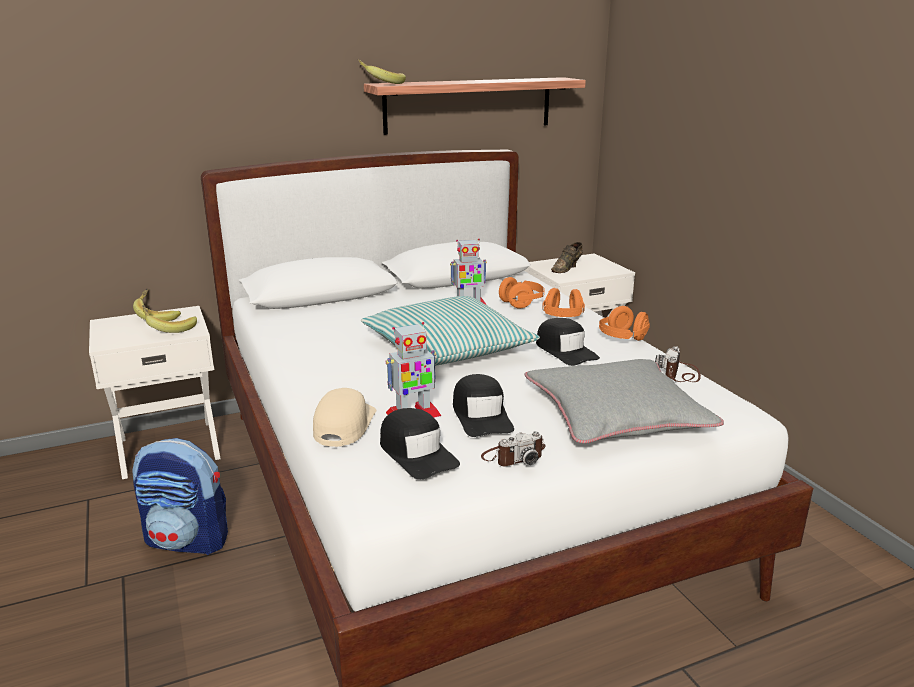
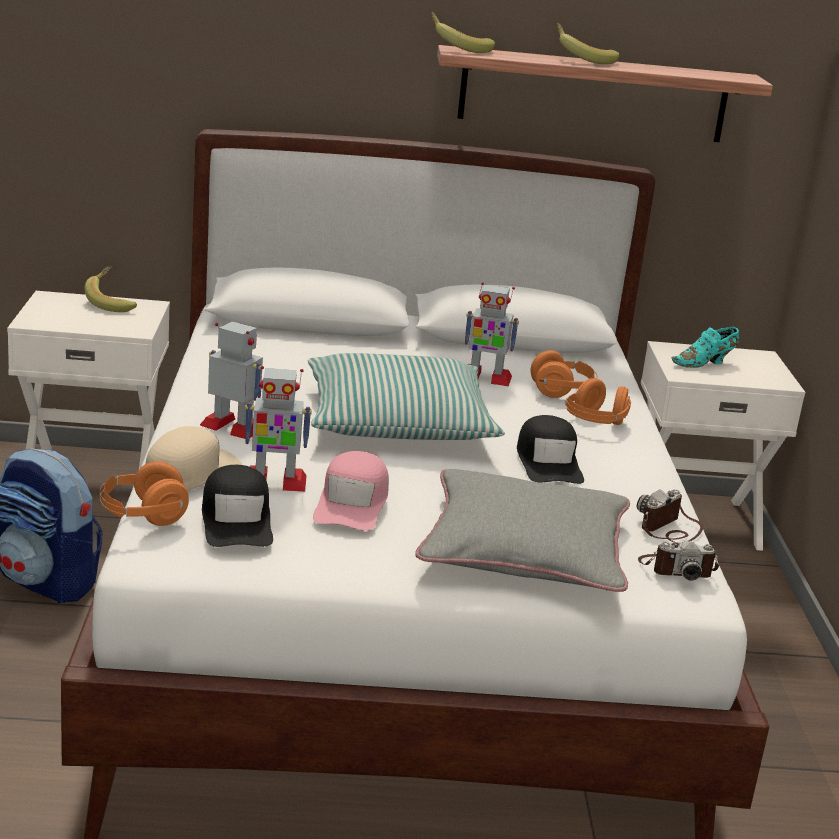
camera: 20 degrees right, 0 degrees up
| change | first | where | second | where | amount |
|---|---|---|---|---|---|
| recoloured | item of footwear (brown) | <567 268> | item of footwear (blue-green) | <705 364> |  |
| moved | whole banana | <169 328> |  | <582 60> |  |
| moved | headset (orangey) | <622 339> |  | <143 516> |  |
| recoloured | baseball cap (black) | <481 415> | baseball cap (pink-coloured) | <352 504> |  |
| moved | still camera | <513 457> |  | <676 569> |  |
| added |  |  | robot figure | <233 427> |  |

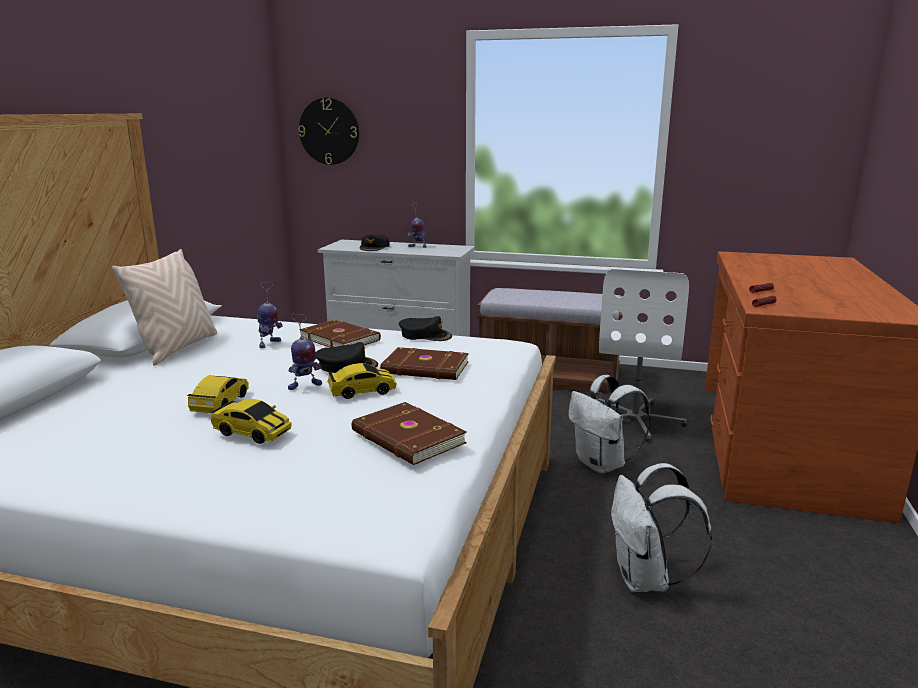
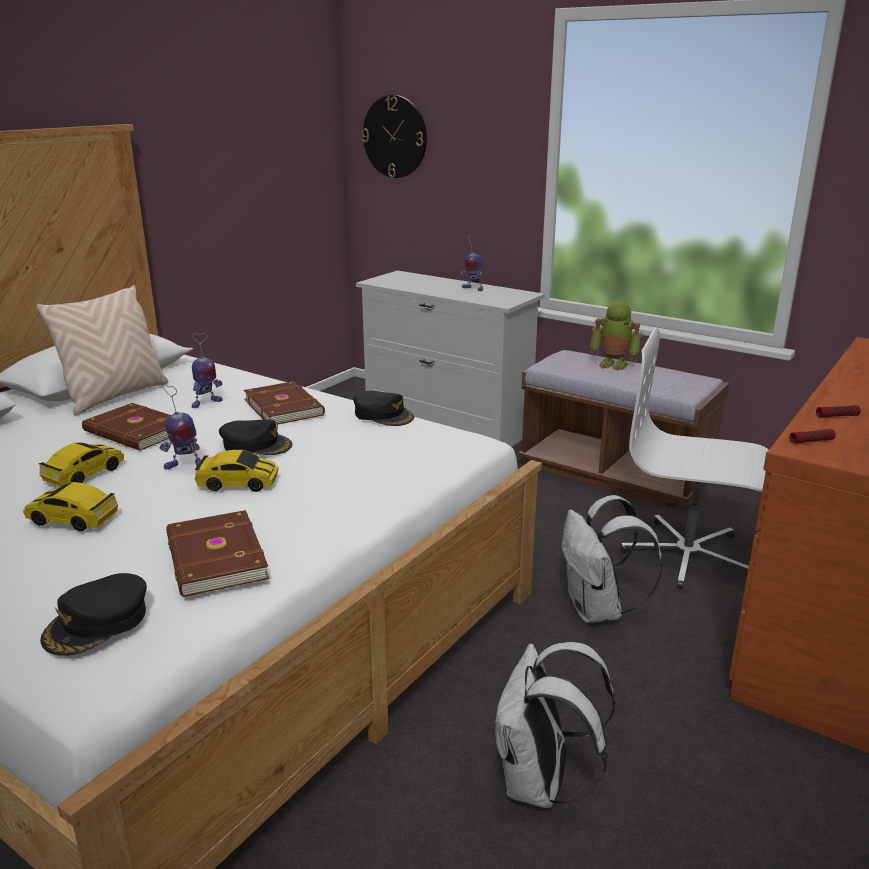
camera: 20 degrees right, 5 degrees up
| change | first | where | second | where | amount |
|---|---|---|---|---|---|
| moved | baseball cap (black) | <374 247> |  | <98 623> |  |
| turned | computer chair (white) | <635 420> |  | <687 555> | 75 degrees clockwise |
| moved | book (brown) | <425 368> |  | <135 432> |  |
| turned | miniature car | <252 433> |  | <72 519> | 150 degrees clockwise |
| added |  |  | robot figure | <614 364> |  |

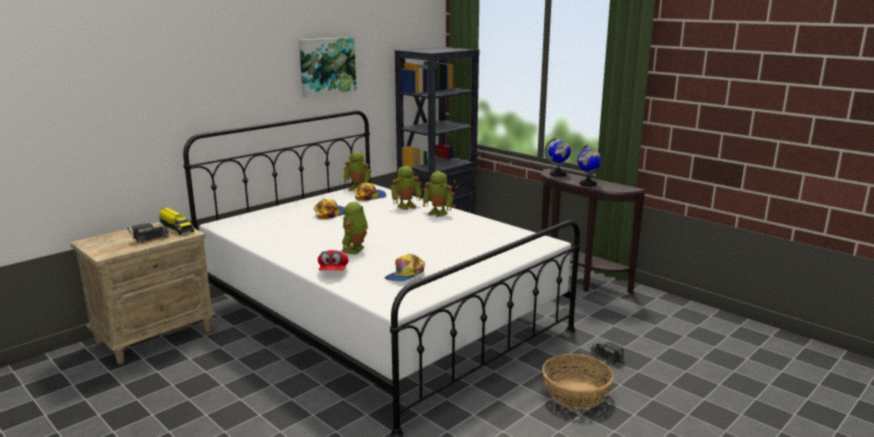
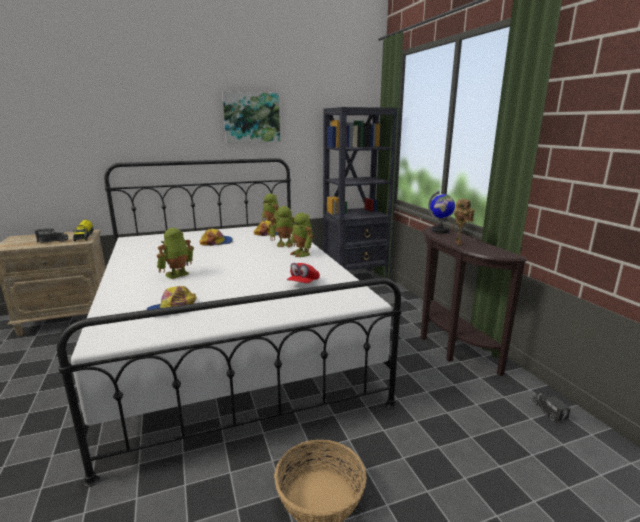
camera: 25 degrees right, 0 degrees up
| change | first | where | second | where | amount |
|---|---|---|---|---|---|
| replaced | world globe | <587 184> | robot figure | <459 243> |  |
| moved | baseball cap (red-coloured) | <333 271> |  | <303 284> |  |
| moved | toy truck | <607 357> |  | <550 413> |  |

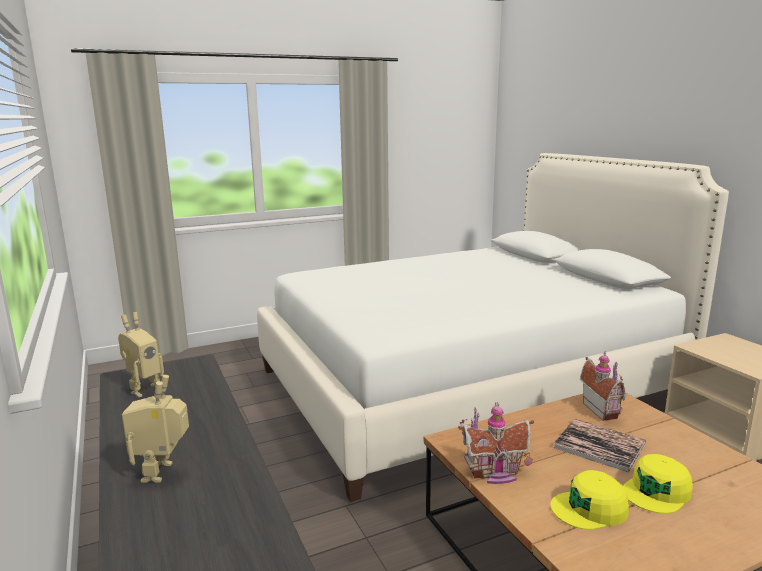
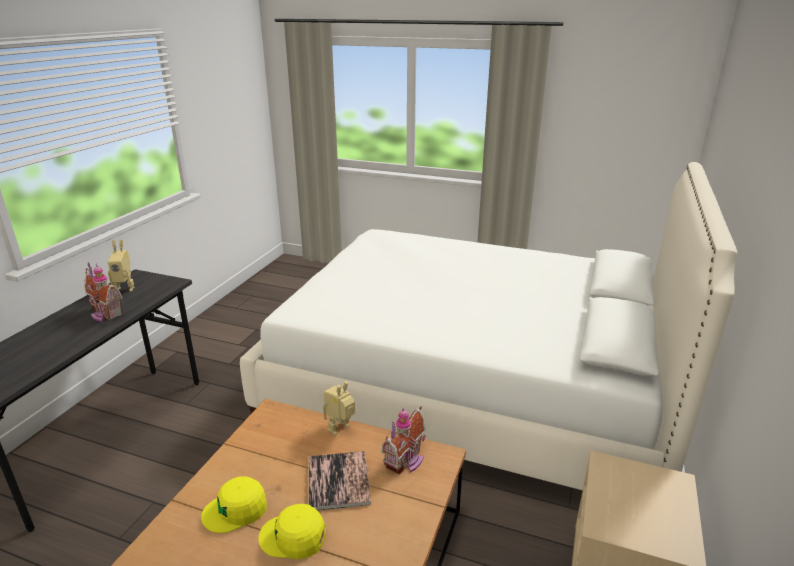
camera: 45 degrees right, 10 degrees up
| change | first | where | second | where | amount |
|---|---|---|---|---|---|
| moved | robot figure | <163 472> |  | <341 430> |  |
| moved | model house | <495 473> |  | <105 314> |  |
| turned | baseball cap (yellowish) | <590 509> |  | <236 510> | 60 degrees counterclockwise |

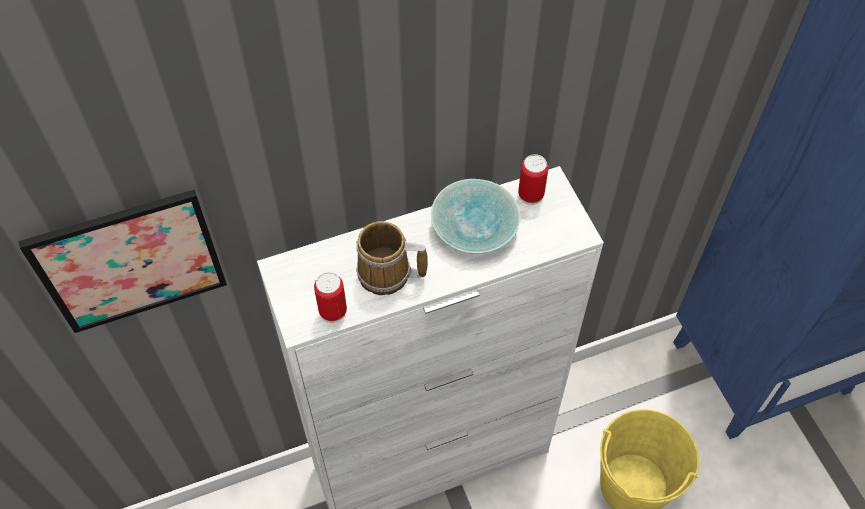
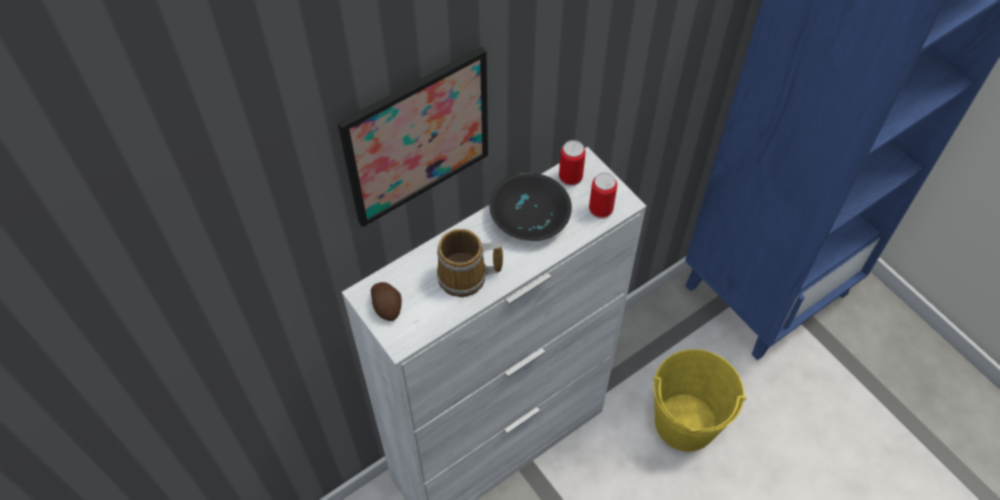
camera: 15 degrees left, 0 degrees up
| change | first | where | second | where | amount |
|---|---|---|---|---|---|
| recoloured | bowl (blue-green) | <476 224> | bowl (black) | <531 214> |  |
| moved | picture | <130 261> |  | <417 138> |  |
| moved | metal can | <333 311> |  | <600 209> |  |
| added |  |  | potato | <387 306> |  |

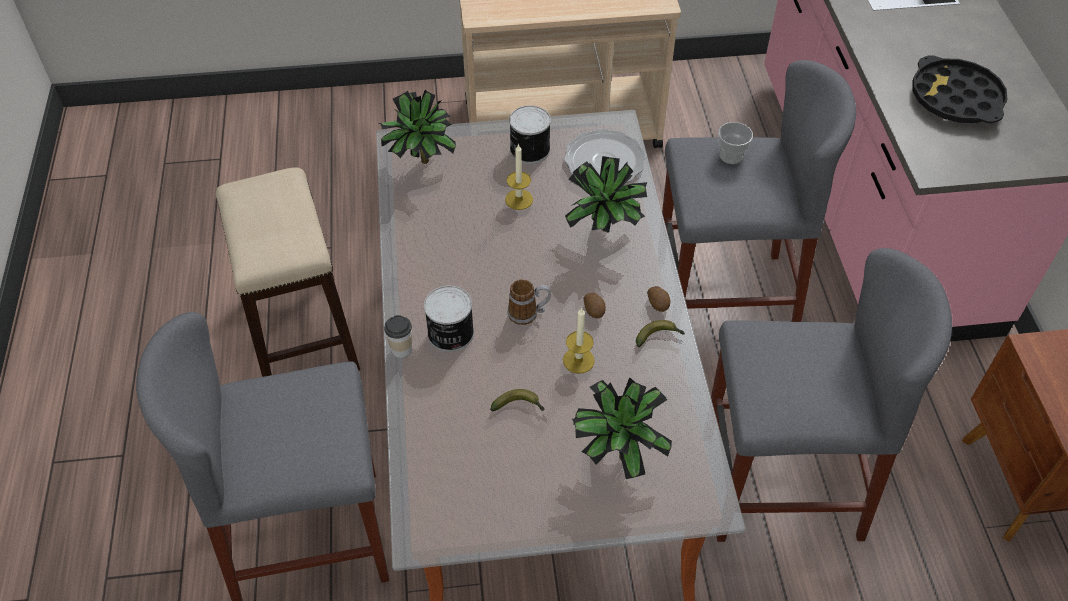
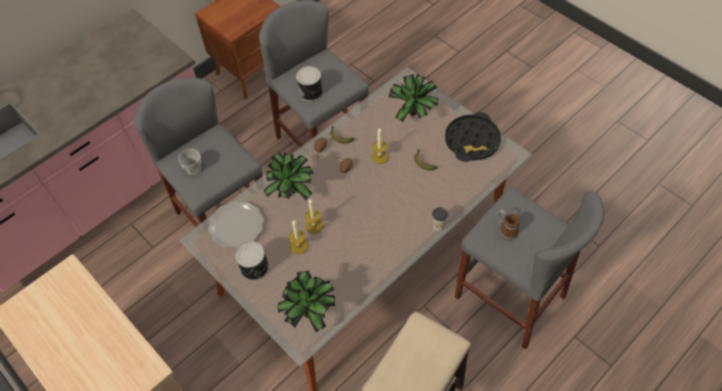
camera: 125 degrees left, 5 degrees up
| change | first | where | second | where | amount |
|---|---|---|---|---|---|
| moved | tray (black) | <955 98> |  | <472 141> |  |
| moved | coffee mug | <529 313> |  | <505 230> |  |
| moved | metal can | <450 334> |  | <311 92> |  |
| added |  |  | wax candle | <314 225> |  |

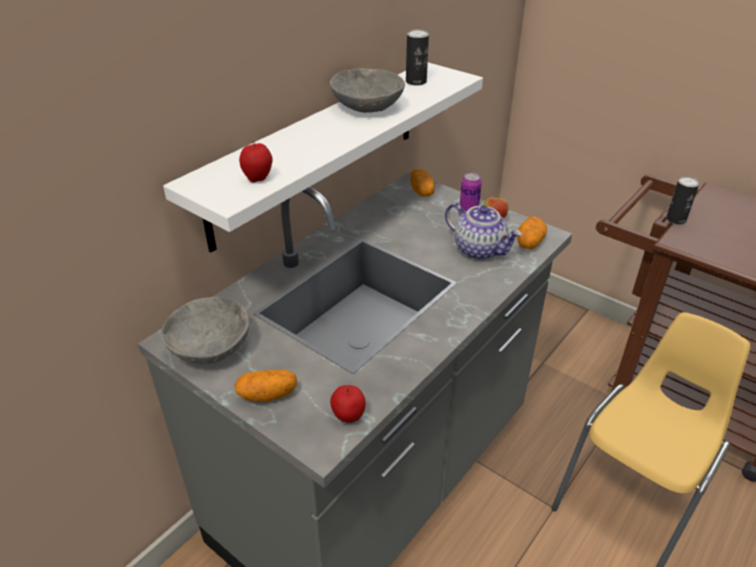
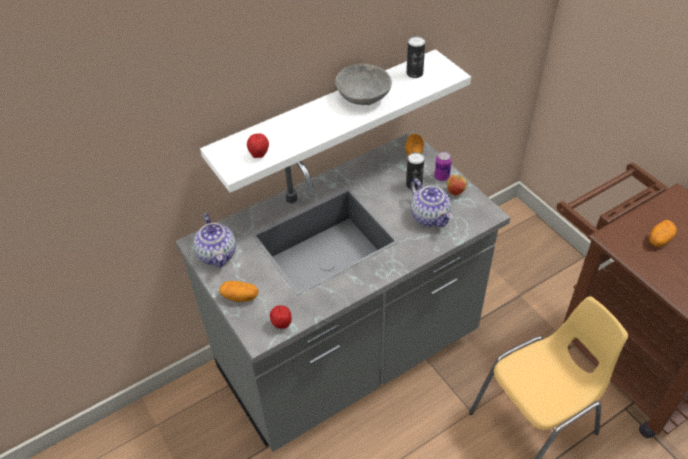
camera: 20 degrees right, 10 degrees up
| change | first | where | second | where | amount |
|---|---|---|---|---|---|
| moved | metal can | <676 219> |  | <414 184> |  |
| moved | potato | <529 242> |  | <659 239> |  |
| replaced | bowl (gray) | <211 347> | teapot | <218 254> |  |

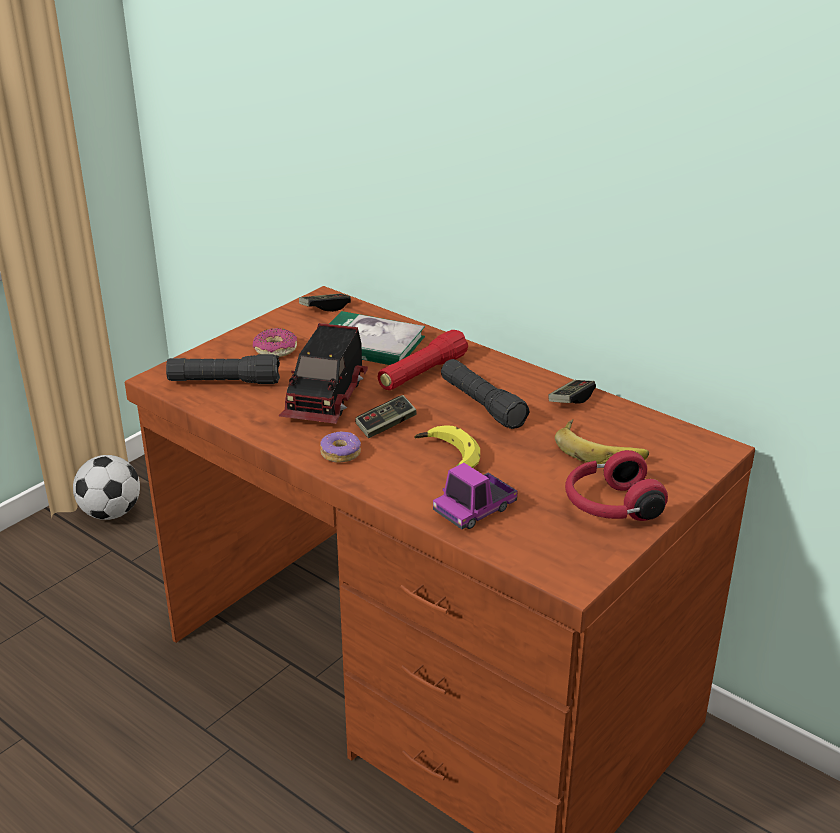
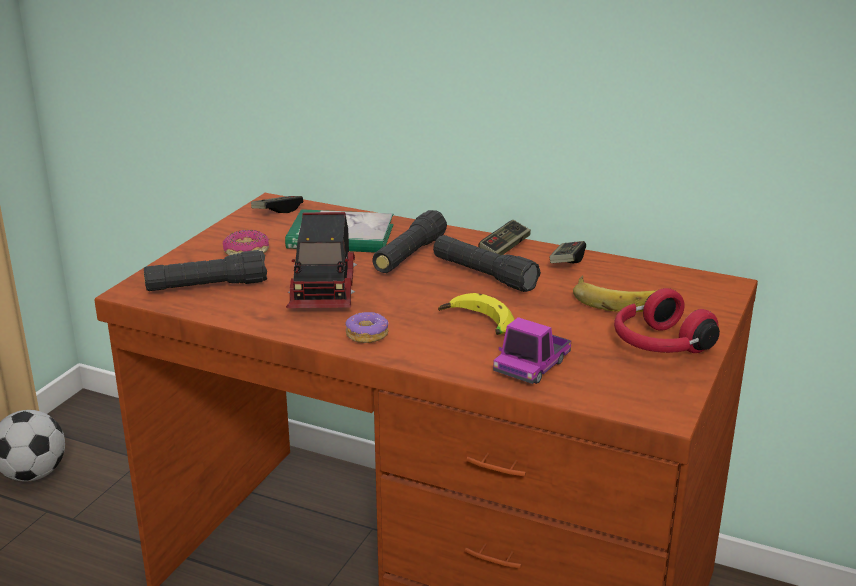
camera: 15 degrees left, 5 degrees down
| change | first | where | second | where | amount |
|---|---|---|---|---|---|
| recoloured | hand torch (red-coloured) | <422 373> | hand torch (black) | <409 255> |  |
| moved | joypad | <386 425> |  | <504 248> |  |

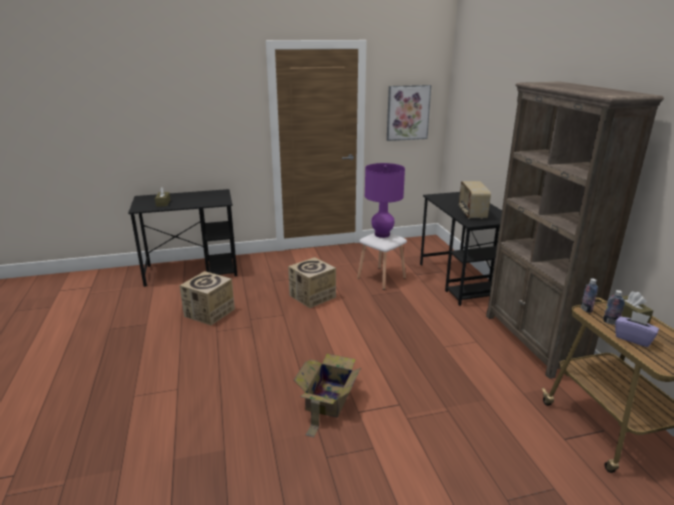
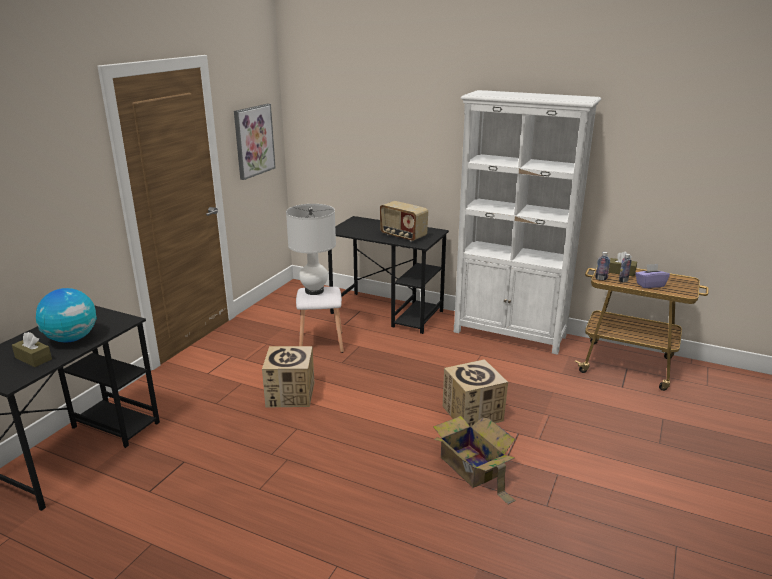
camera: 50 degrees left, 0 degrees up
| change | first | where | second | where | amount |
|---|---|---|---|---|---|
| recoloured | bookshelf (brown) | <533 341> | bookshelf (white) | <510 334> |  |
| recoloured | lamp for a table (purplish) | <382 234> | lamp for a table (white) | <314 291> |  |
| moved | carton | <209 313> |  | <473 413> |  |
| added |  |  | world globe | <71 339> |  |

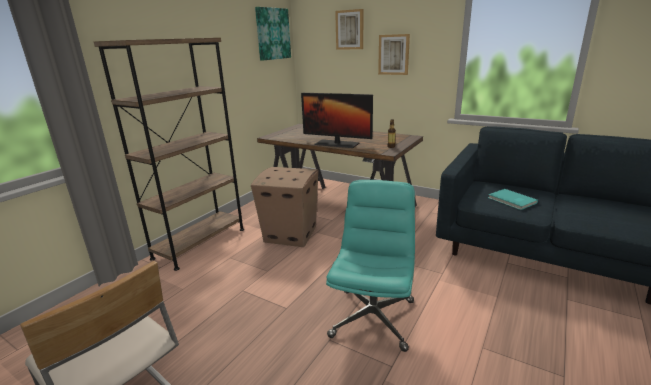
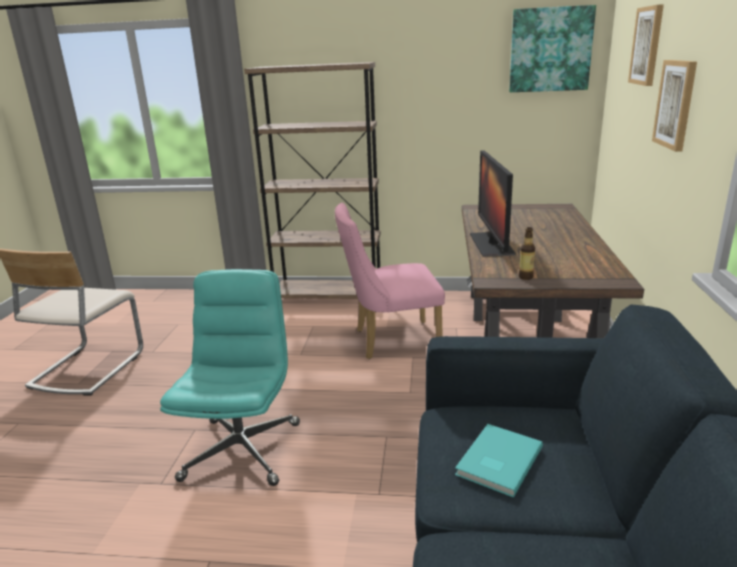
camera: 65 degrees right, 0 degrees up
| change | first | where | second | where | amount |
|---|---|---|---|---|---|
| replaced | carton | <289 234> | chair (pink-coloured) | <390 341> |  |
| turned | computer chair (blue-green) | <372 317> |  | <242 450> | 75 degrees counterclockwise |

